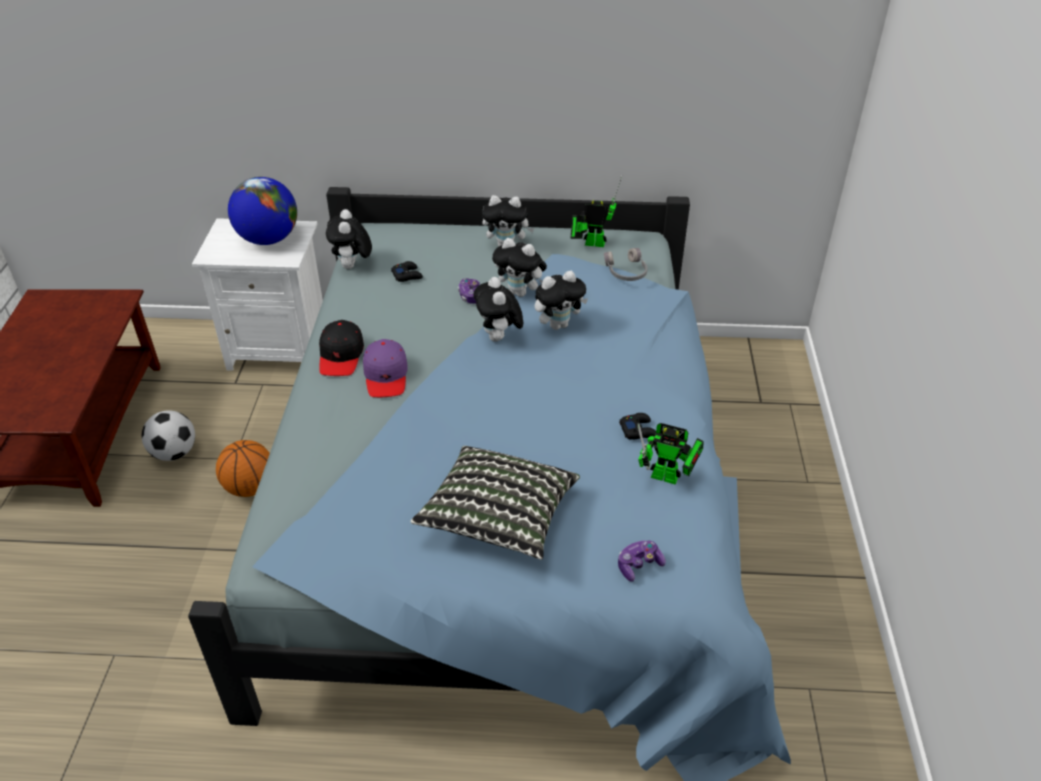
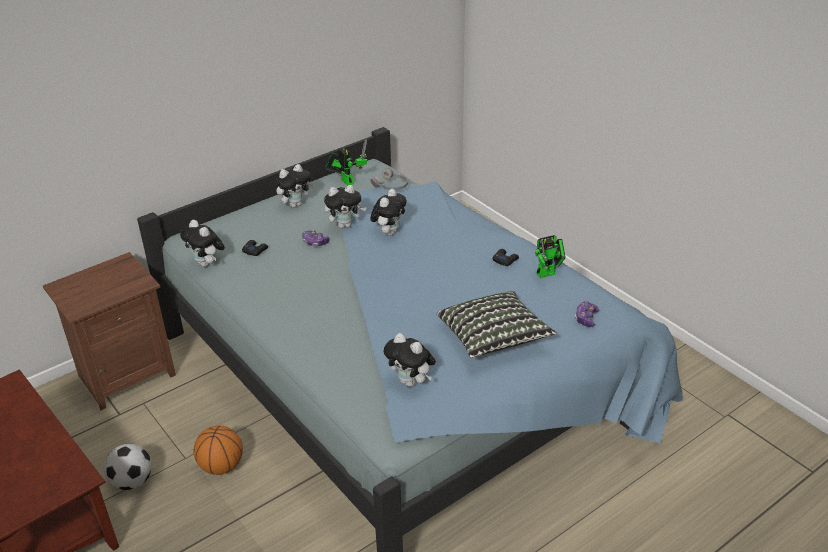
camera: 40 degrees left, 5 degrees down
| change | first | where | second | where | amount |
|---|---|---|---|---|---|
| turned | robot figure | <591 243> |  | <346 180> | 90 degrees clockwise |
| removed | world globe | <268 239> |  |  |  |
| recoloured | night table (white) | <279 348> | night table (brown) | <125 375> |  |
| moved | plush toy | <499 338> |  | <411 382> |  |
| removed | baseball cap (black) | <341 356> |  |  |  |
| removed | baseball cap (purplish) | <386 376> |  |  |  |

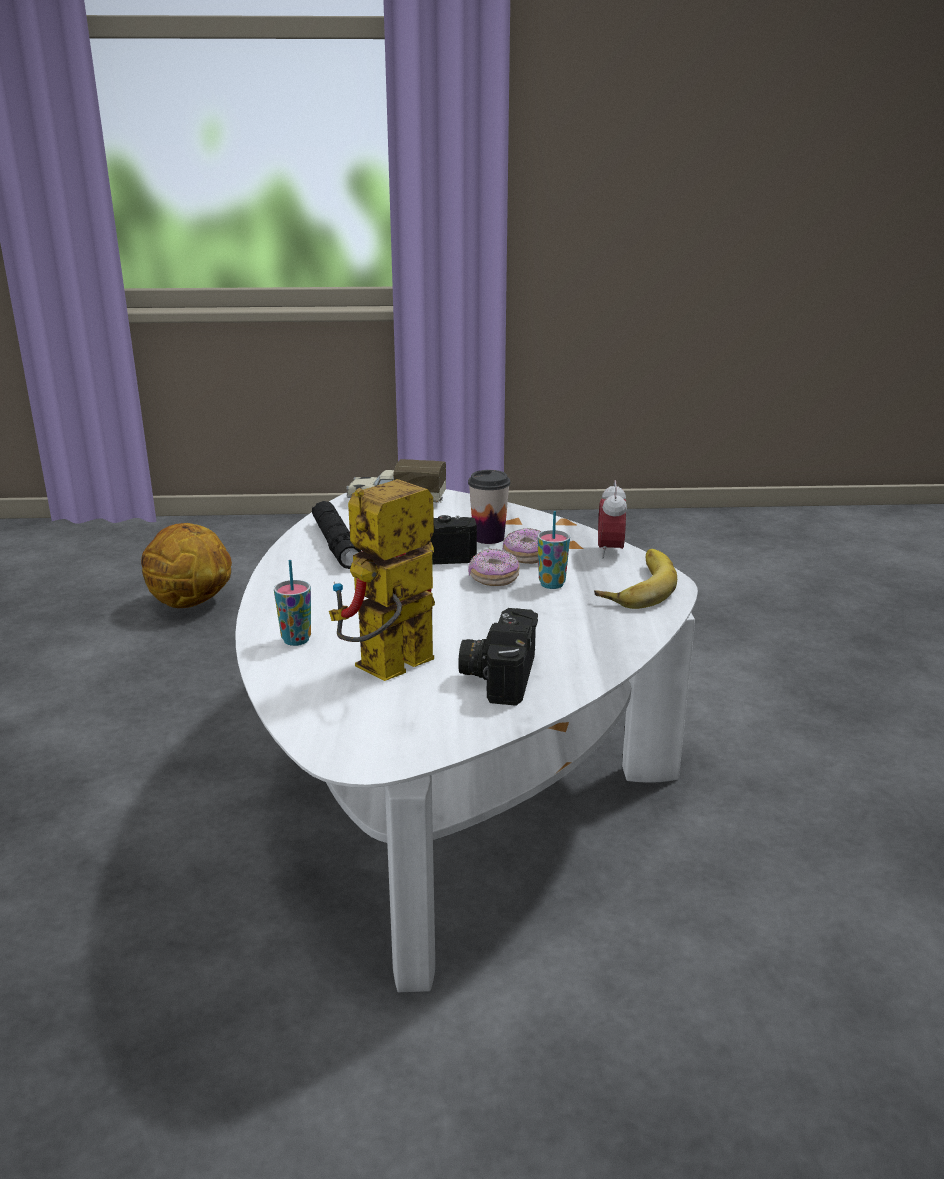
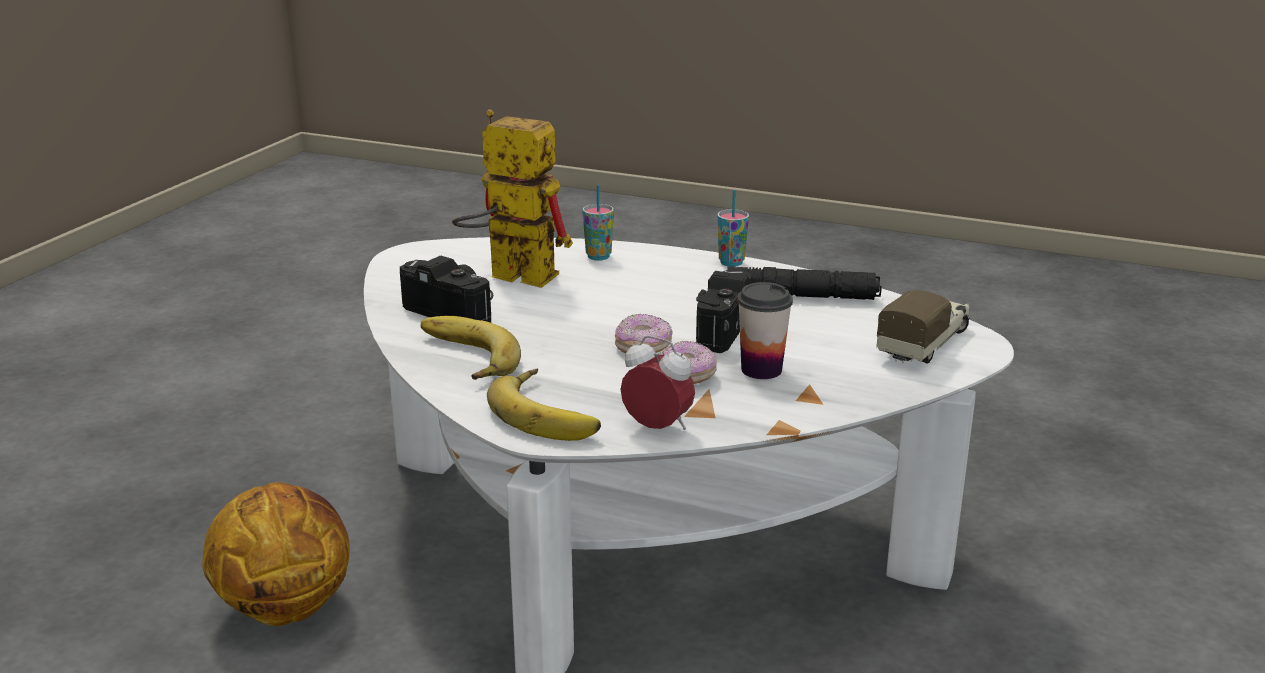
camera: 115 degrees right, 0 degrees up
| change | first | where | second | where | amount |
|---|---|---|---|---|---|
| turned | robot figure | <387 672> |  | <509 276> | 45 degrees counterclockwise |
| moved | small cup | <552 584> |  | <731 263> |  |
| moved | basketball | <190 603> |  | <285 607> |  |
| added |  |  | whole banana | <462 358> |  |

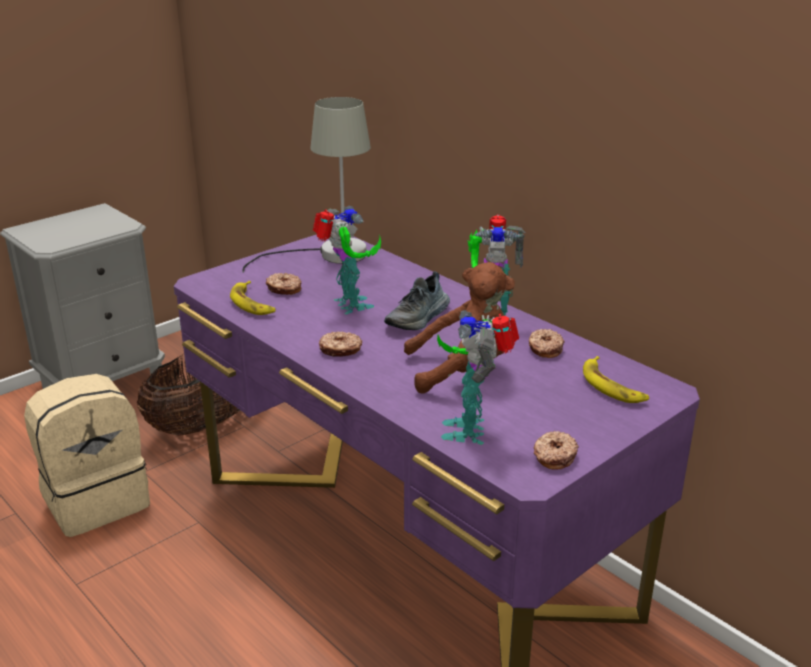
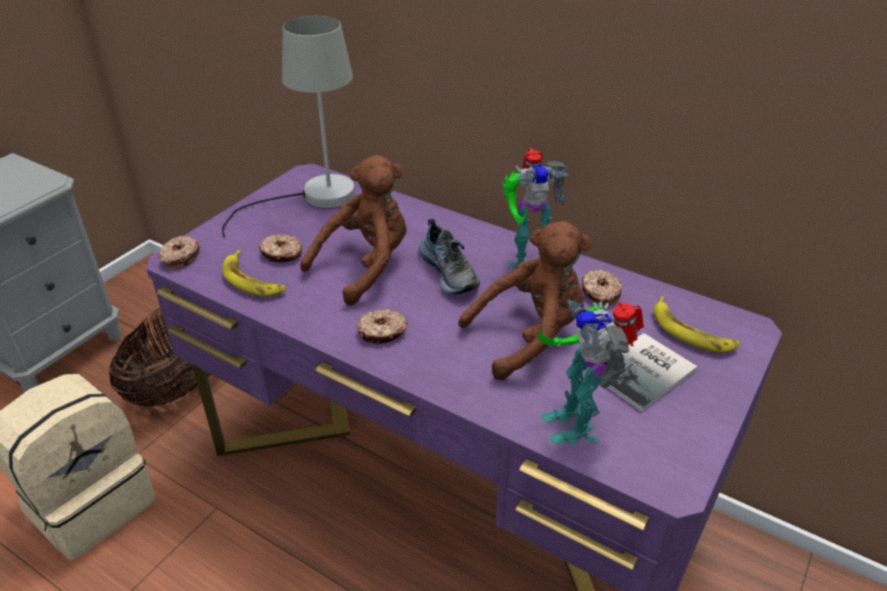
camera: 15 degrees left, 10 degrees up
| change | first | where | second | where | amount |
|---|---|---|---|---|---|
| replaced | robot figure | <349 306> | plush toy (brown) | <366 266> |  |
| turned | item of footwear | <419 318> |  | <449 272> | 45 degrees counterclockwise |
| moved | doughnut | <554 456> |  | <180 257> |  |
| added |  |  | book | <646 373> |  |

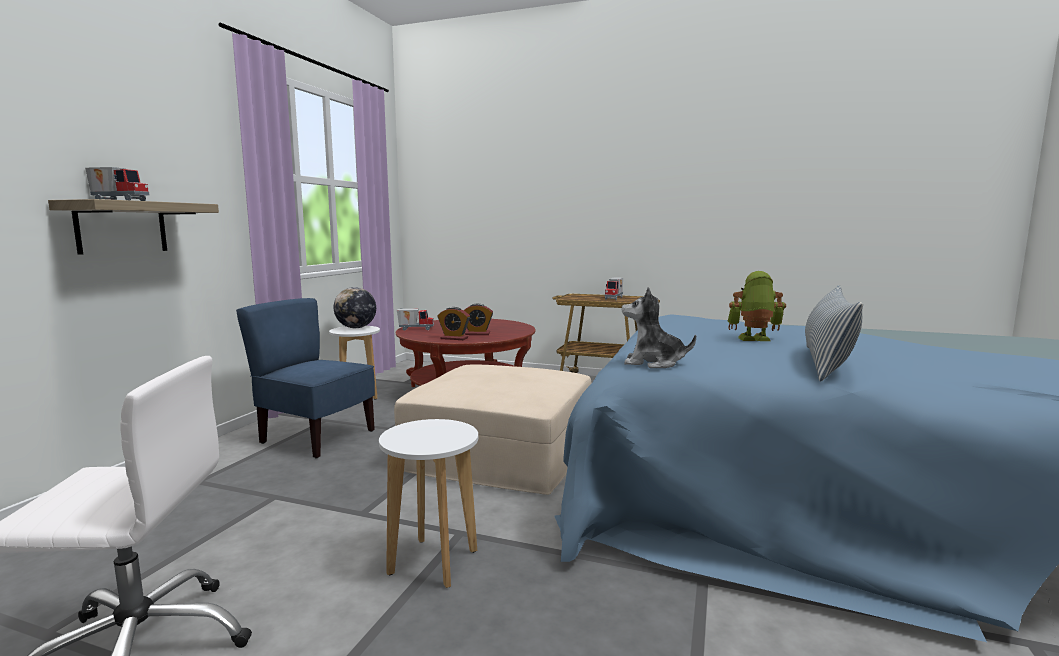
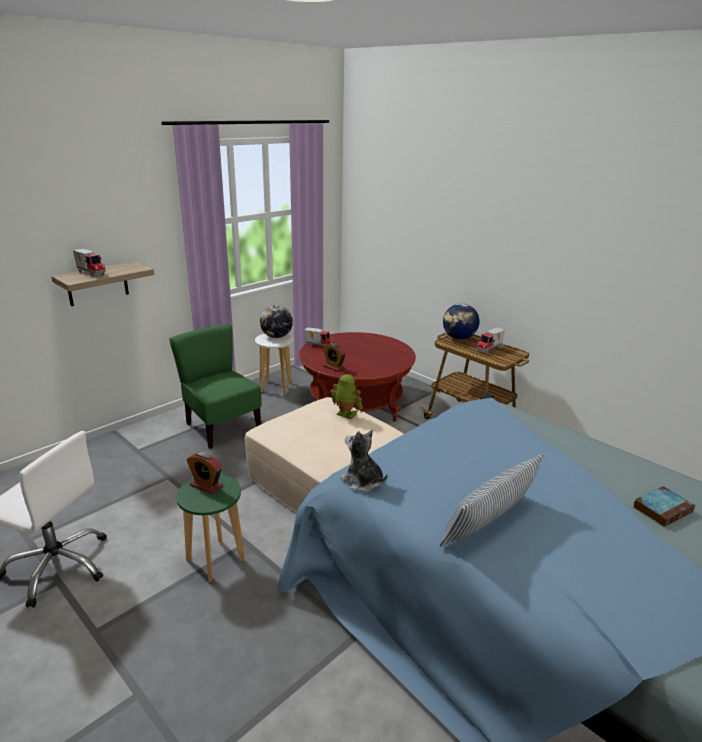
camera: 25 degrees right, 15 degrees up
| change | first | where | second | where | amount |
|---|---|---|---|---|---|
| moved | robot figure | <754 339> |  | <345 415> |  |
| recoloured | chair (blue-coloured) | <316 438> | chair (green-coloured) | <222 427> |  |
| moved | bedside clock | <477 334> |  | <206 485> |  |
| recoloured | stool (white) | <432 562> | stool (green-coloured) | <215 560> |  |
| added |  |  | world globe | <459 338> |  |
| added |  |  | book | <662 509> |  |

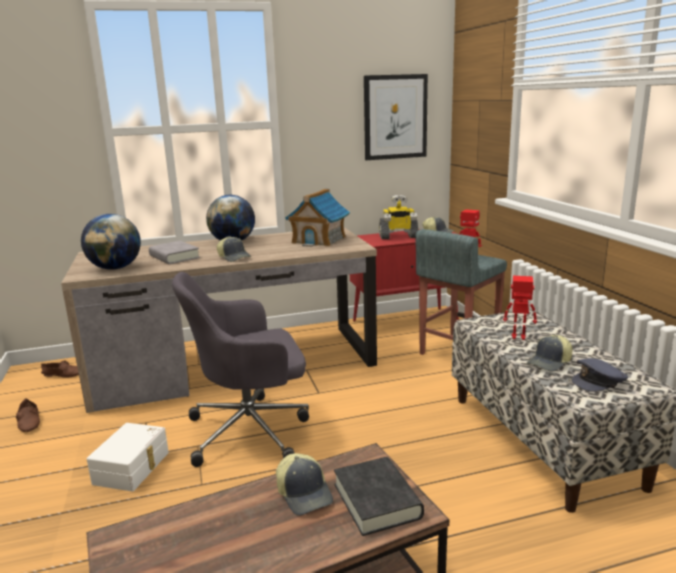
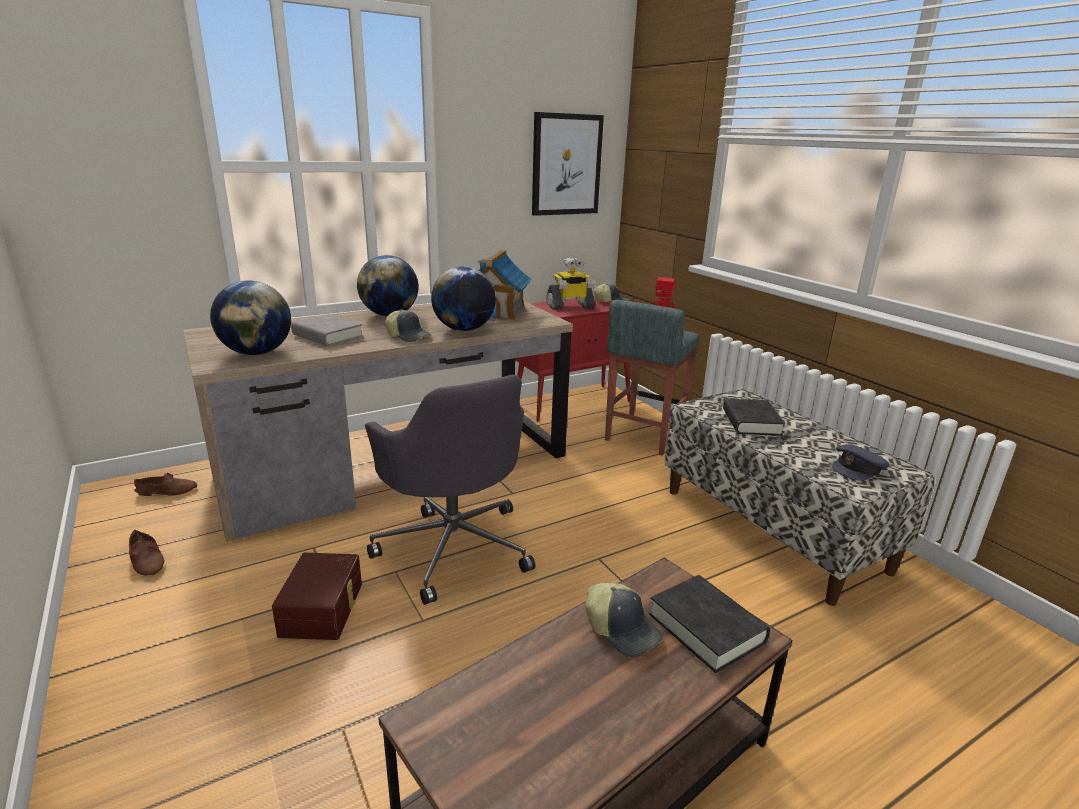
camera: 15 degrees left, 5 degrees up
| change | first | where | second | where | amount |
|---|---|---|---|---|---|
| turned | computer chair (gray) | <251 430> |  | <454 546> | 90 degrees counterclockwise |
| replaced | robot figure | <518 337> | book (black) | <751 422> |  |
| removed | baseball cap | <550 363> |  |  |  |
| recoloured | storage box (white) | <133 468> | storage box (brown) | <324 609> |  |
| added |  |  | world globe | <464 329> |  |

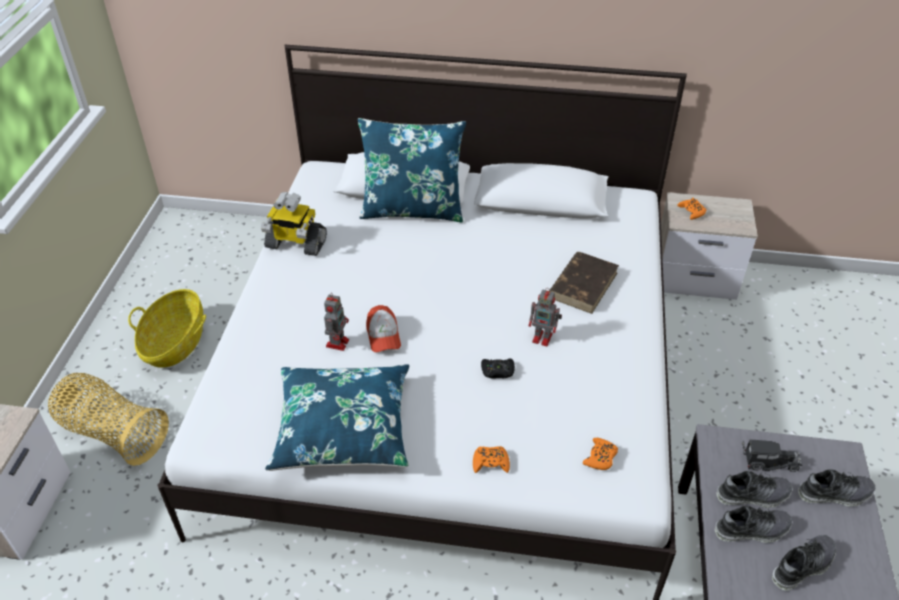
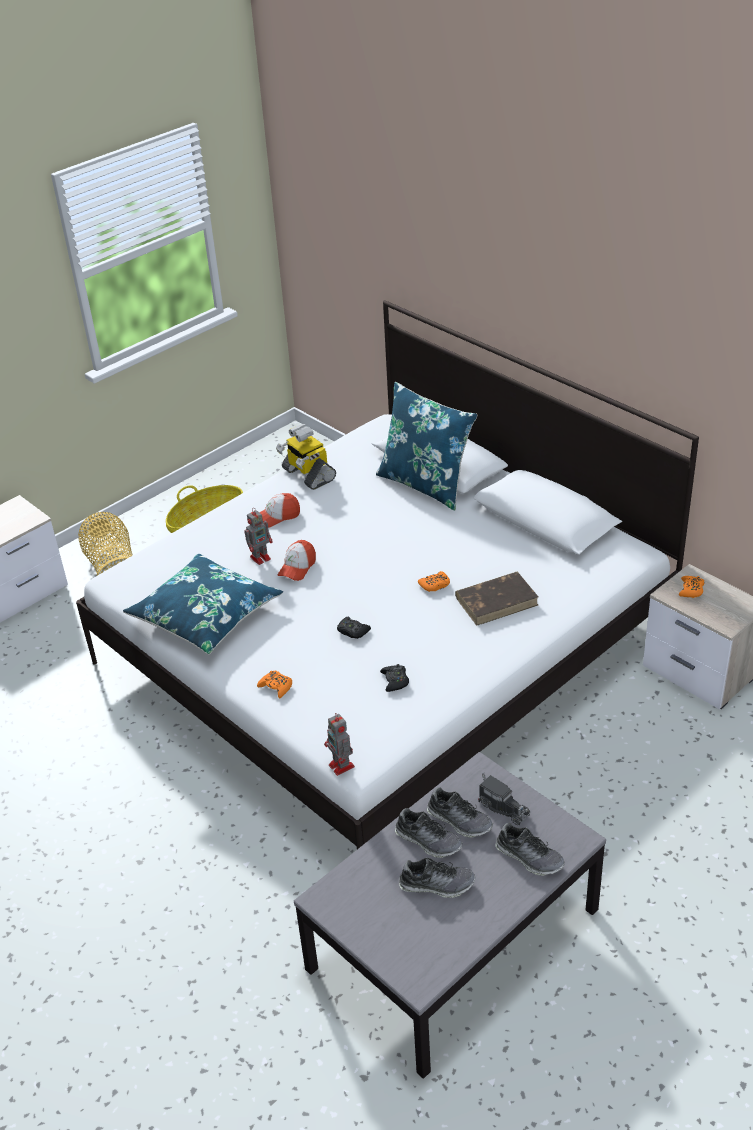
camera: 40 degrees right, 5 degrees down
| change | first | where | second | where | amount |
|---|---|---|---|---|---|
| moved | robot figure | <543 338> |  | <342 766> |  |
| moved | joypad (orangey) | <600 457> |  | <435 585> |  |
| added |  |  | baseball cap | <277 516> |  |
| added |  |  | joypad (black) | <395 681> |  |

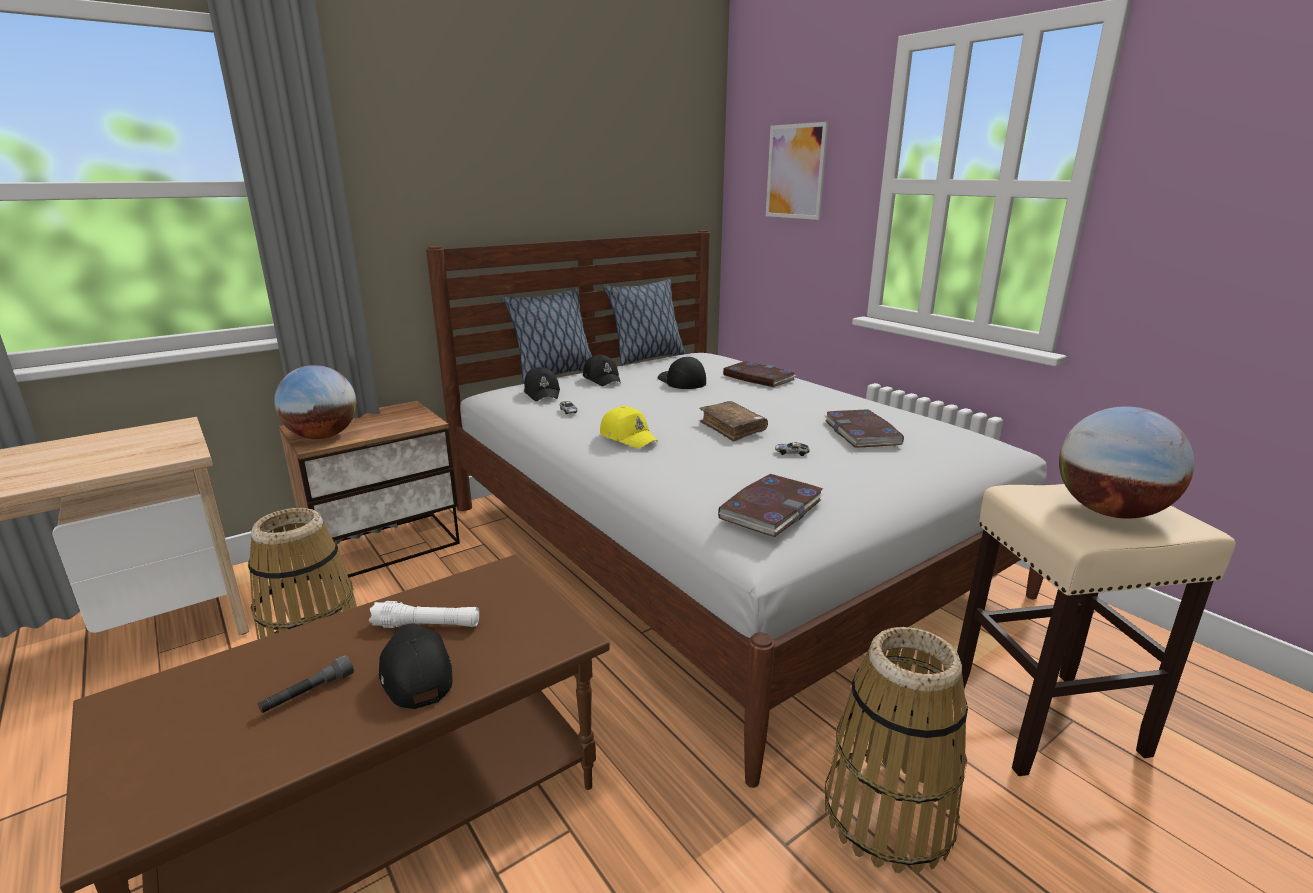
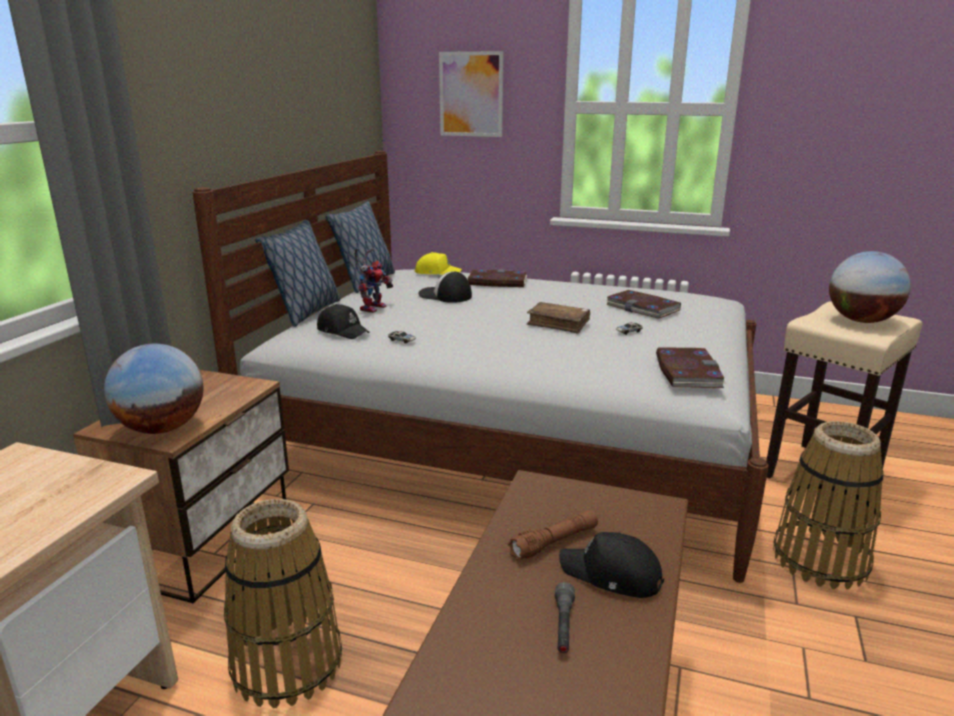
camera: 35 degrees left, 0 degrees up
| change | first | where | second | where | amount |
|---|---|---|---|---|---|
| replaced | baseball cap (black) | <602 379> | robot figure | <372 307> |  |
| moved | baseball cap (yellowish) | <628 437> |  | <437 272> |  |
| recoloured | hand torch (white) | <427 625> | hand torch (brown) | <554 542> |  |

